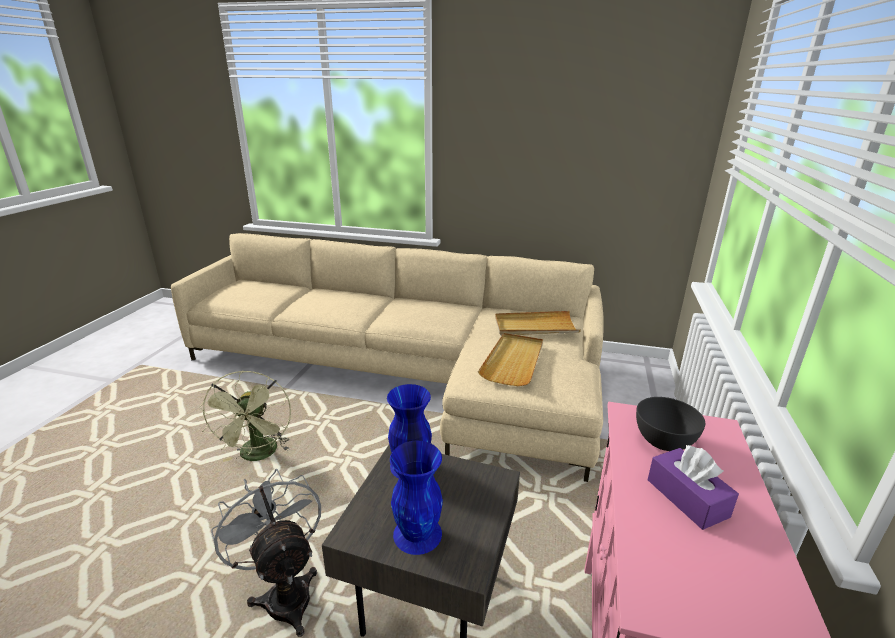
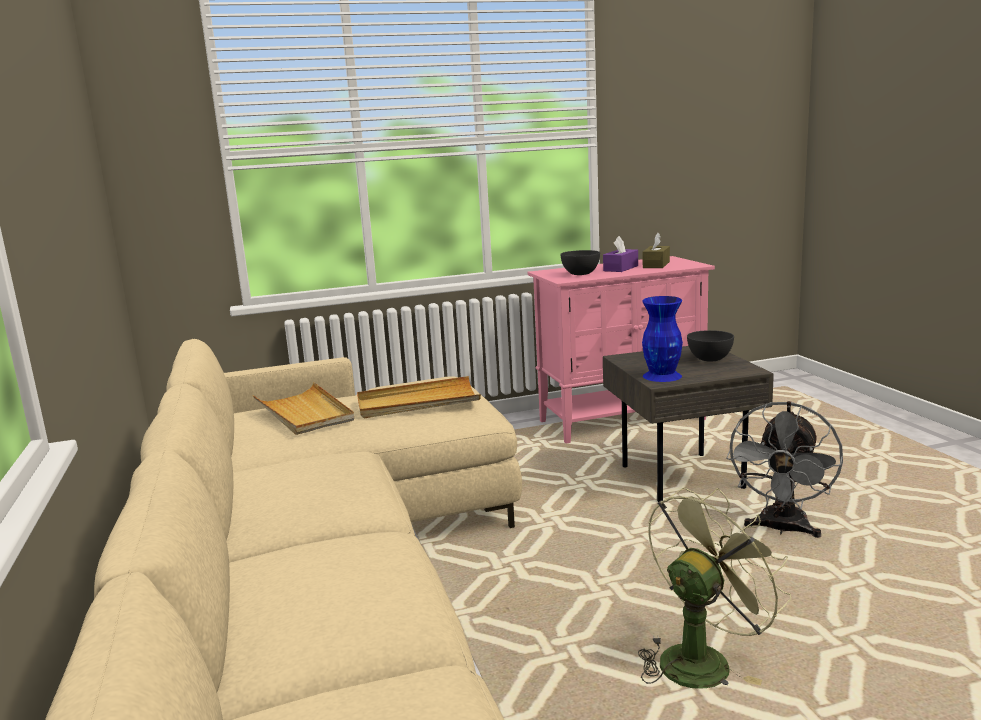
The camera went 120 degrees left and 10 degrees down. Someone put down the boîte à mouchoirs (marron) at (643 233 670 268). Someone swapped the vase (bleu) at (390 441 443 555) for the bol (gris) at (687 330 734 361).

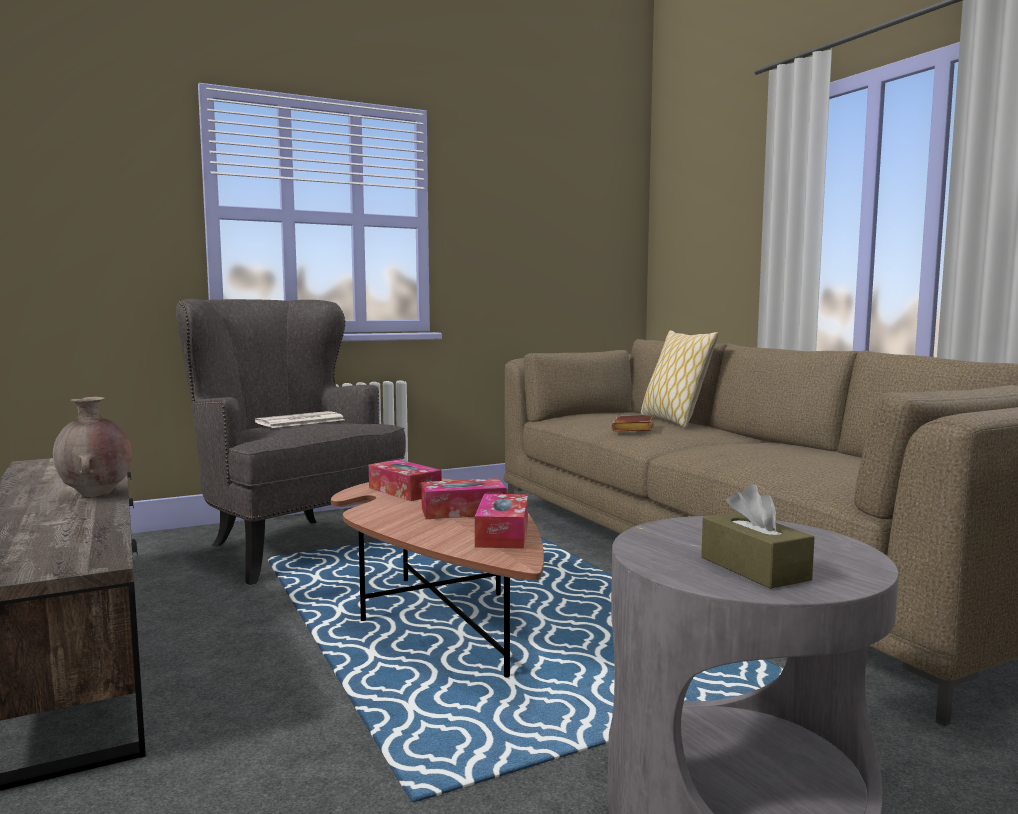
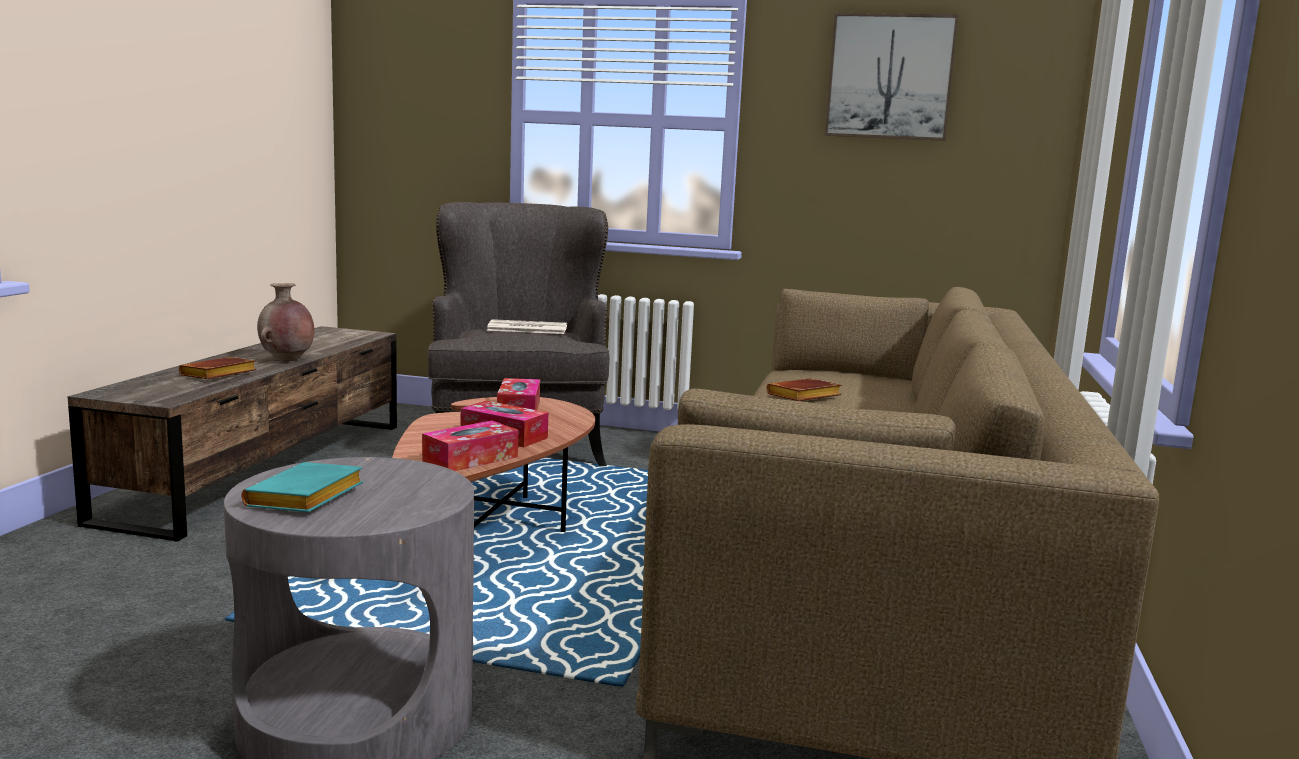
The camera went 40 degrees right and 5 degrees up. Someone put down the livre (marron) at (179 357 257 379). Someone swapped the boîte à mouchoirs (marron) at (701 484 814 589) for the livre (turquoise) at (242 462 363 512). Someone put up the tableau at (825 13 959 141). Someone took away the coussin at (641 330 719 428).

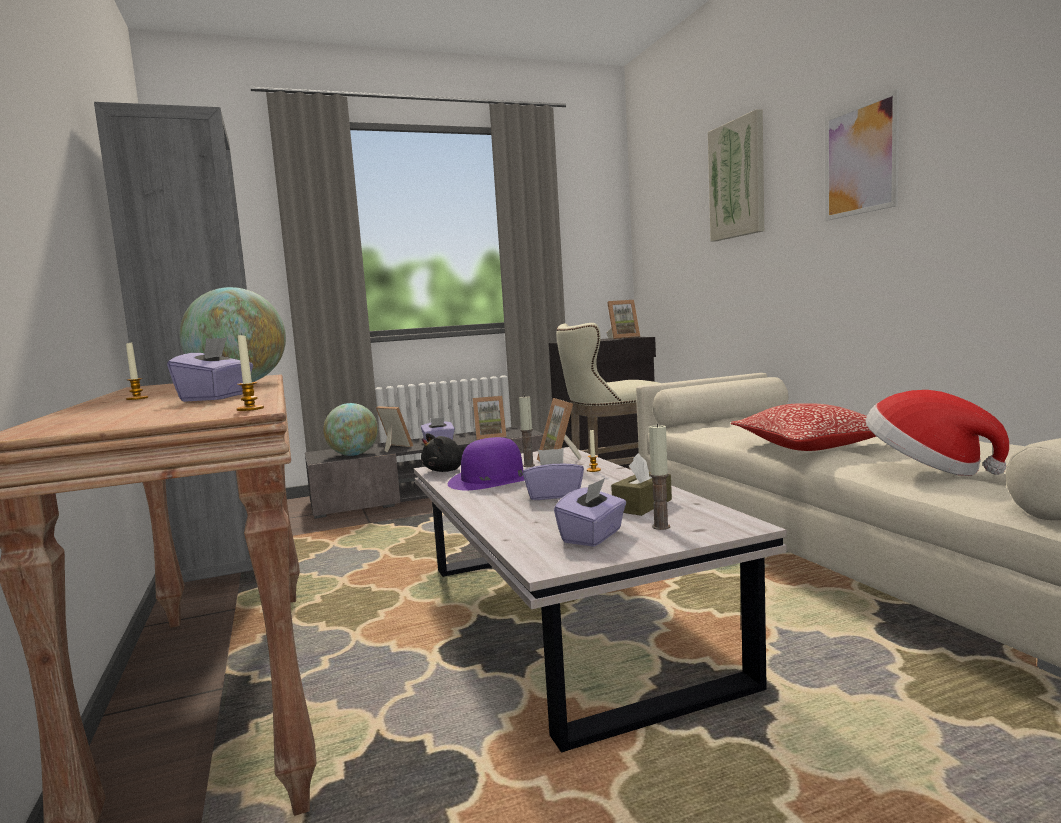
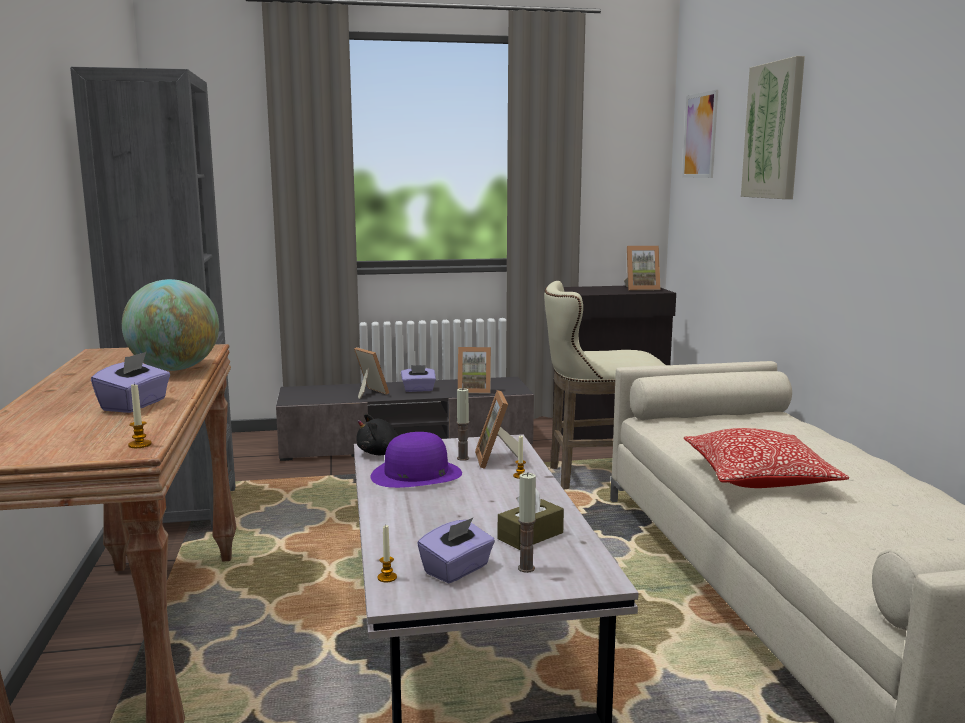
The camera went 10 degrees right and 5 degrees up. Someone carried the bougie from (126 343 148 400) to (377 524 397 582). Someone carried the tableau from (825 89 899 221) to (682 90 718 178). Someone took away the globe at (323 403 378 456). Someone took away the boîte à mouchoirs (violet) at (523 448 584 500). Someone took away the chapeau at (866 390 1009 476).

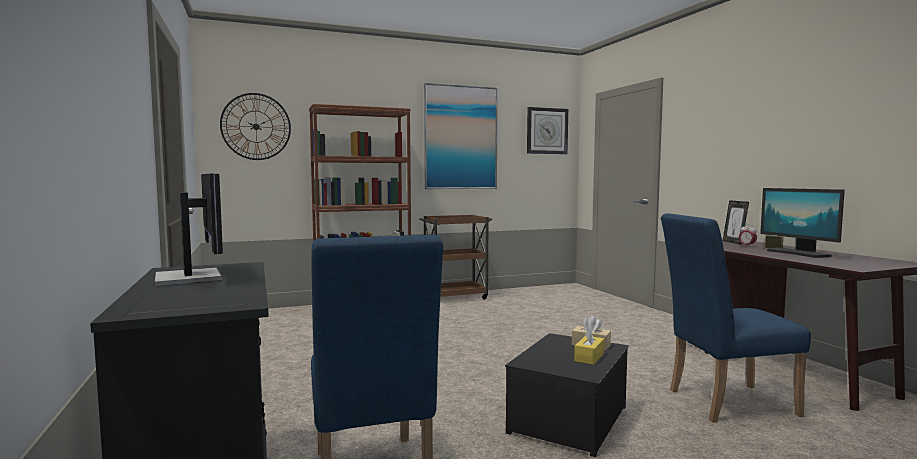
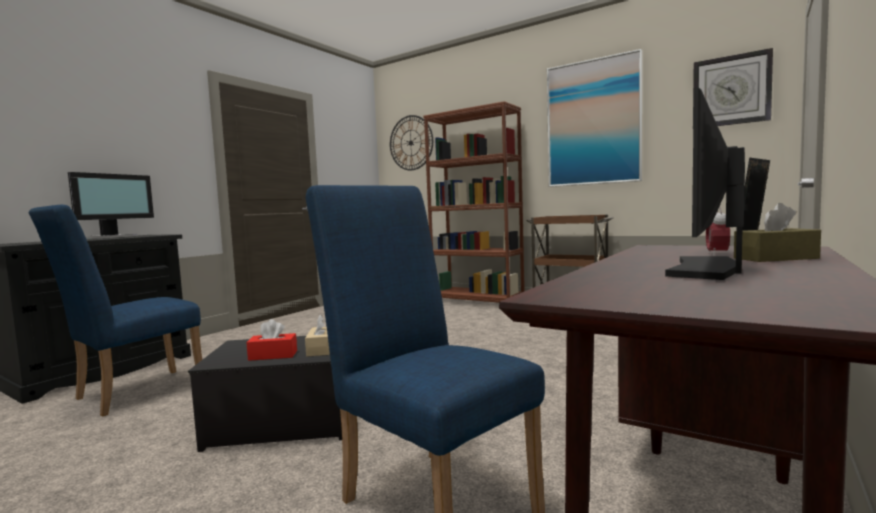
The camera went 55 degrees right and 0 degrees up. Someone repainted the boîte à mouchoirs (jaune) at (574 326 605 365), which became the boîte à mouchoirs (rouge) at (246 319 297 361).

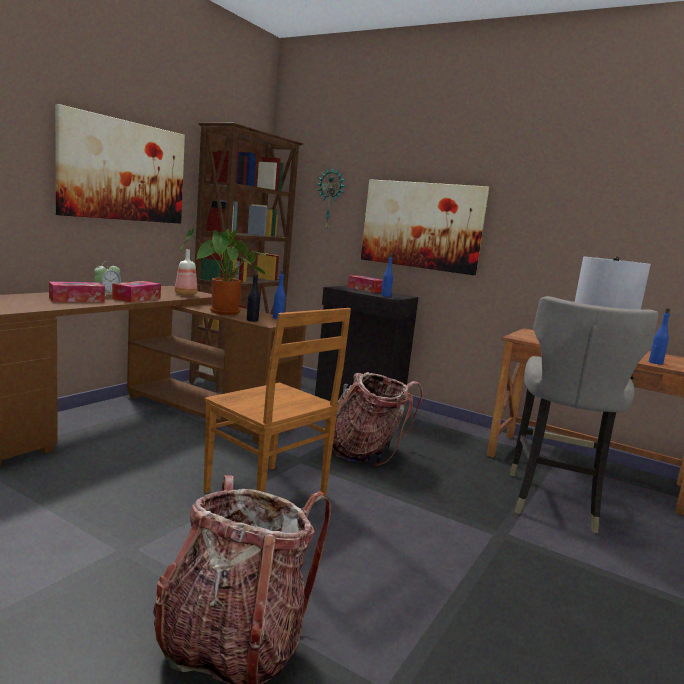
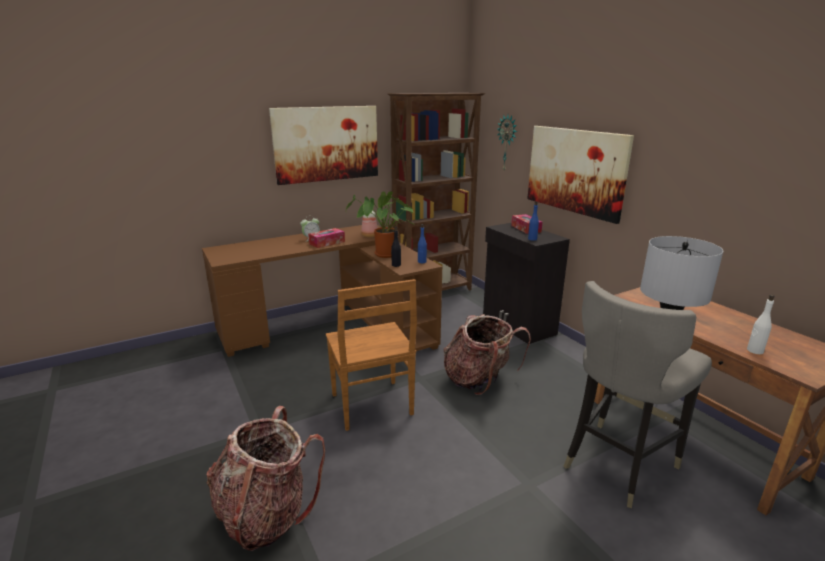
The camera went 30 degrees right and 10 degrees up. Someone repainted the bouteille (bleu) at (649 308 670 365), which became the bouteille (blanc) at (747 295 775 354). Someone took away the boîte à mouchoirs at (49 282 105 302).

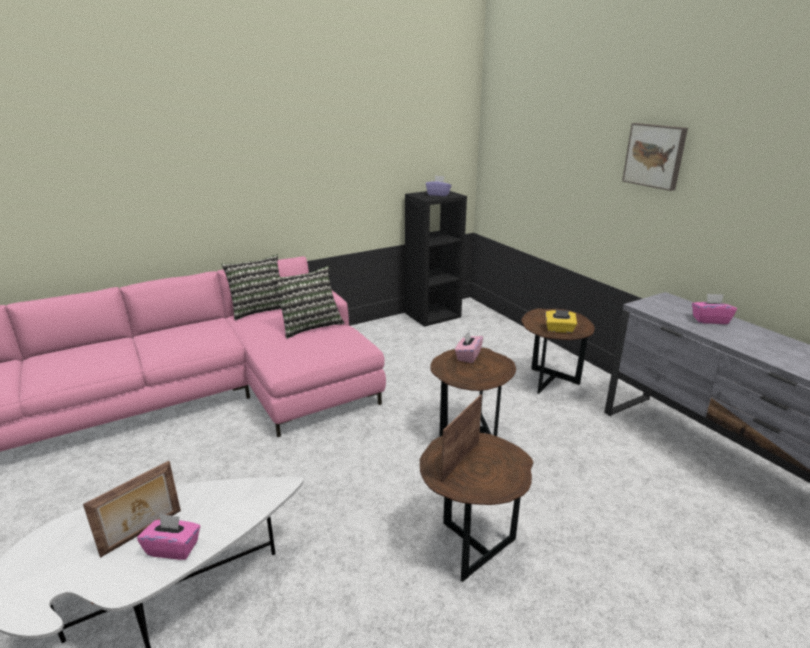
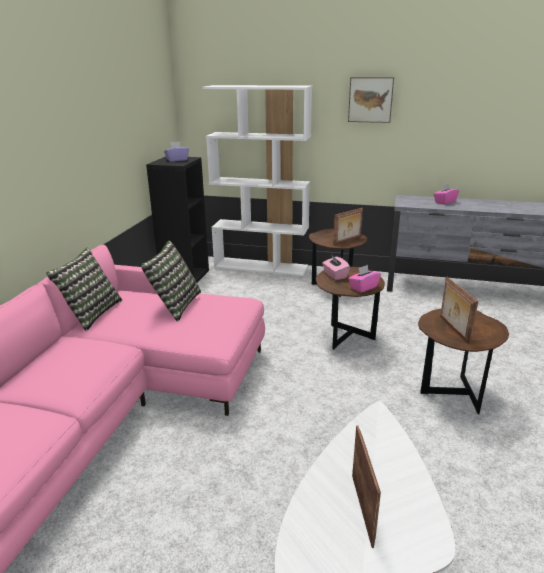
The camera went 45 degrees left and 0 degrees up. Someone put down the bibliothèque (blanc) at (203 85 312 276). Someone swapped the boîte à mouchoirs (jaune) at (545 310 577 333) for the cadre photo at (333 208 363 245). Someone carried the boîte à mouchoirs (rose) from (137 514 200 560) to (348 265 381 293).

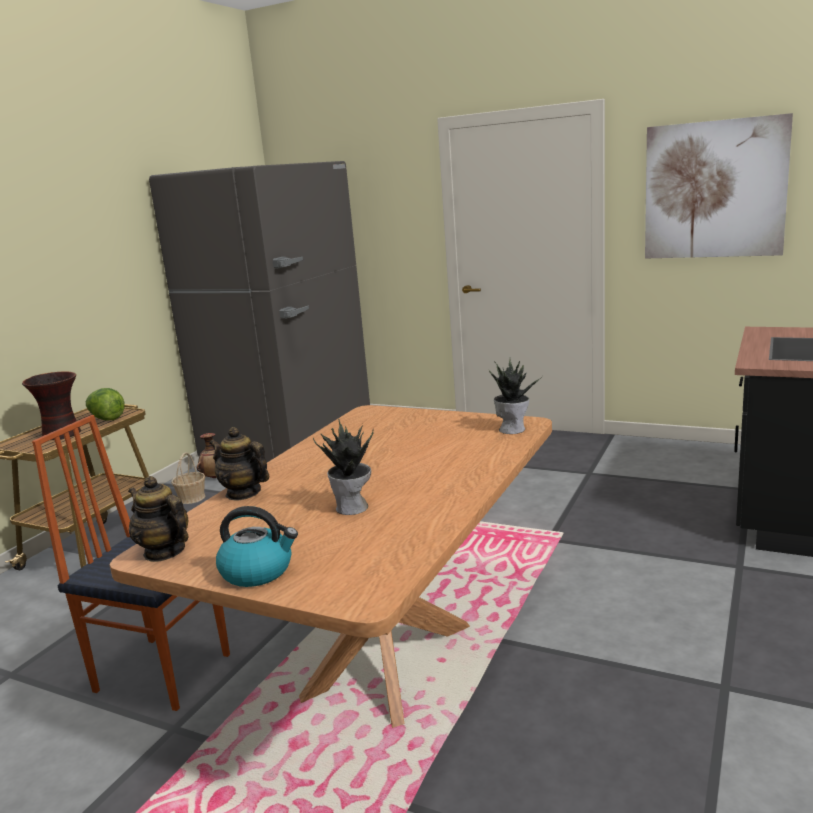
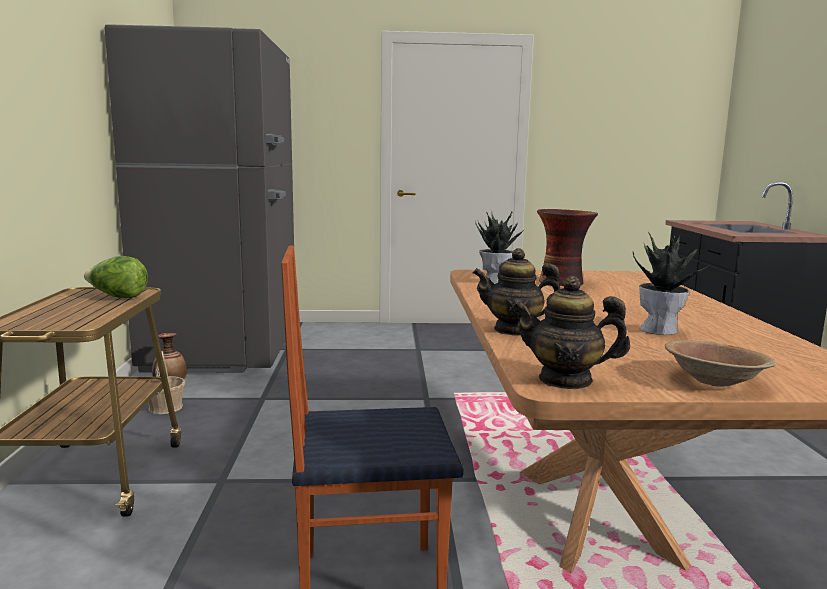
The camera went 30 degrees left and 5 degrees down. Someone carried the plante en pot from (489 360 543 434) to (475 211 525 284). Someone carried the vase from (22 371 81 440) to (537 209 598 286). Someone swapped the bouilloire at (216 506 298 587) for the bol (marron) at (665 341 776 387). Someone took away the tableau at (645 113 793 258).

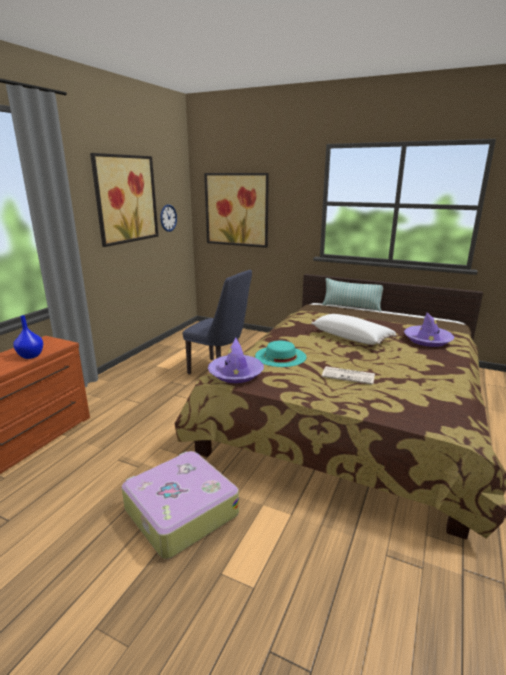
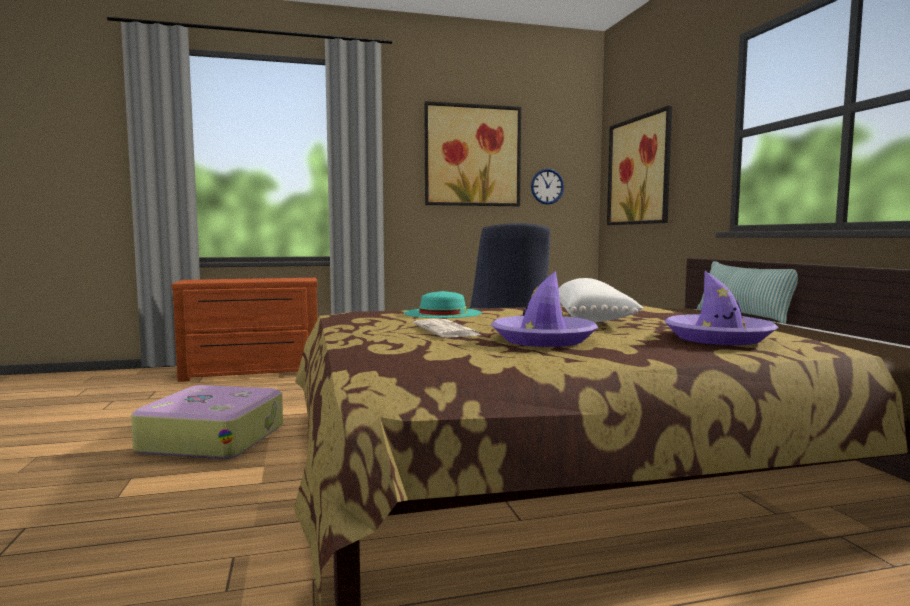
The camera went 50 degrees right and 15 degrees down. Someone carried the chapeau (violet) from (208 338 264 383) to (491 271 598 347). Someone took away the vase (bleu) at (14 315 43 359).

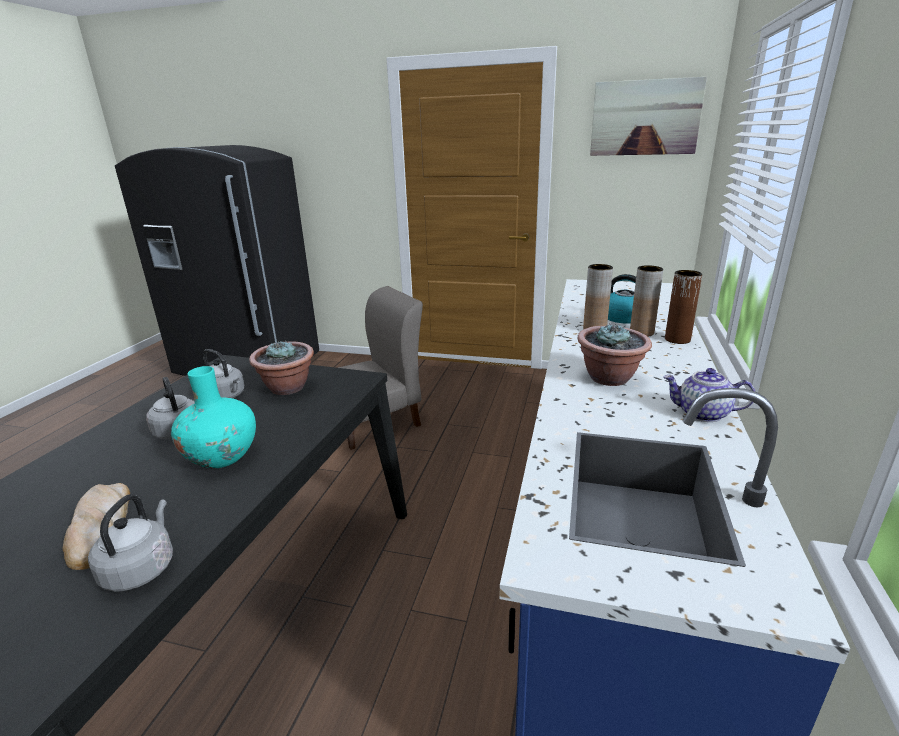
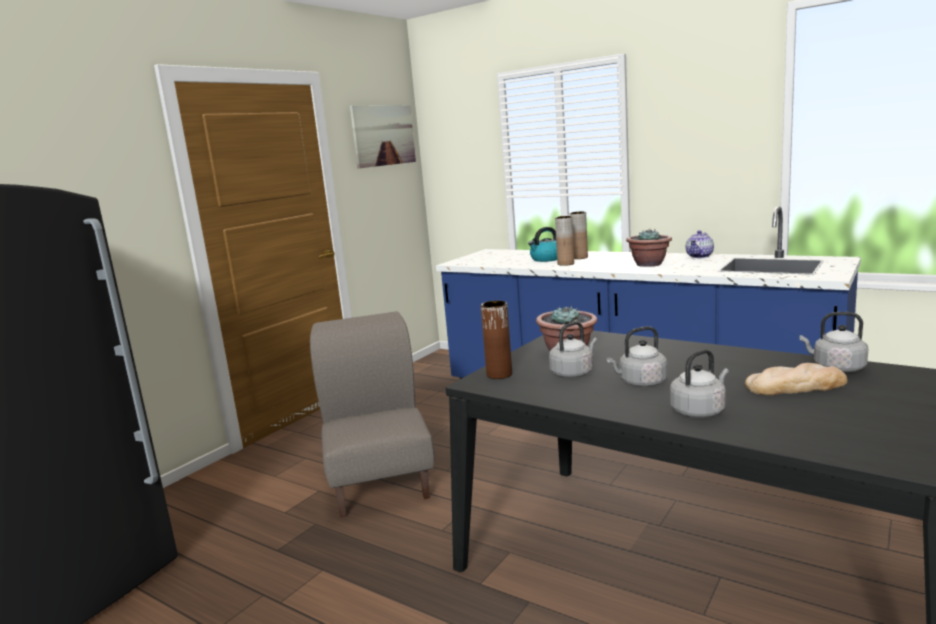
The camera went 70 degrees left and 10 degrees down. Someone carried the vase (marron) from (665 270 702 344) to (481 301 512 379). Someone put down the bouilloire (gris) at (670 349 729 418). Someone took away the vase (turquoise) at (171 366 256 469).

